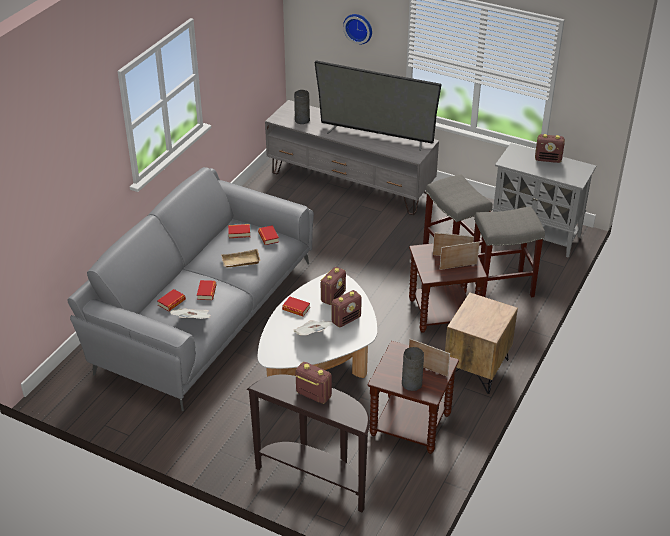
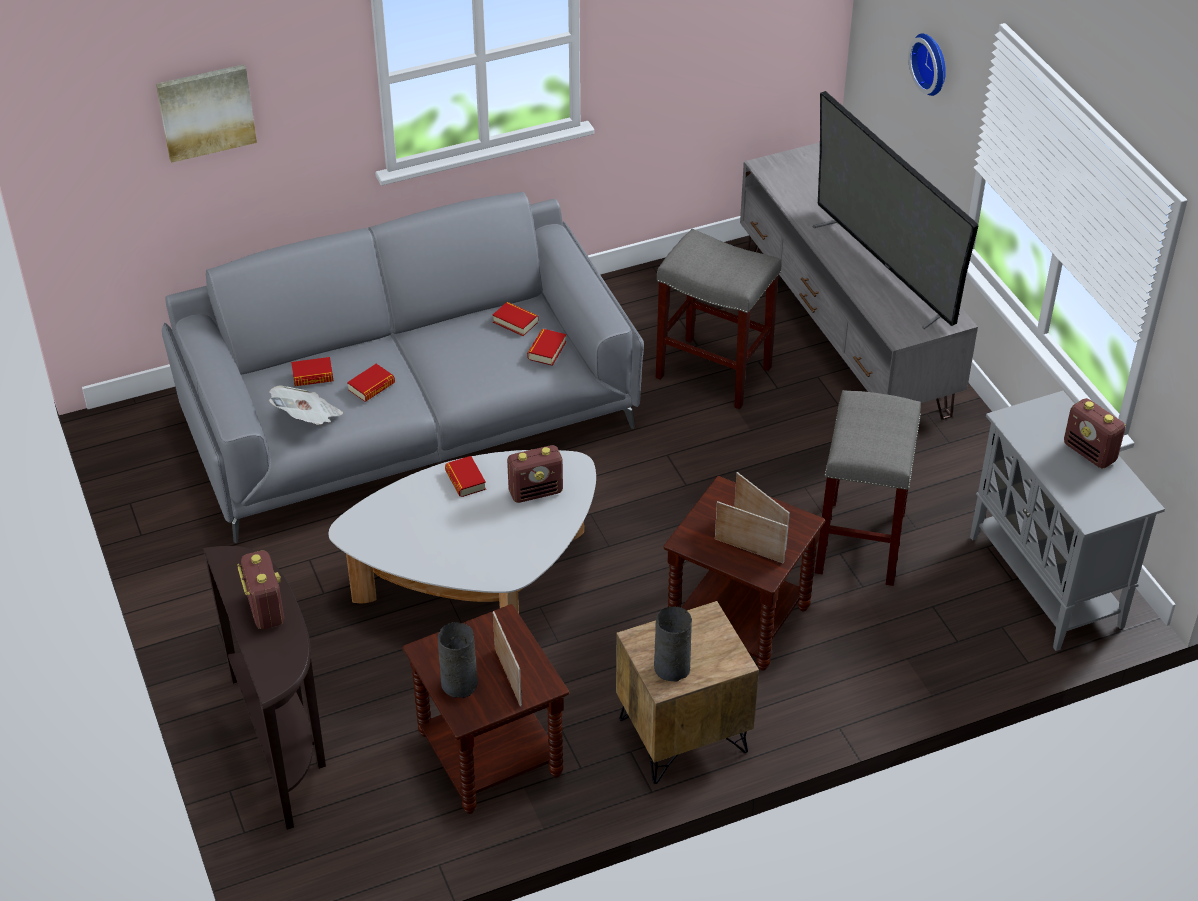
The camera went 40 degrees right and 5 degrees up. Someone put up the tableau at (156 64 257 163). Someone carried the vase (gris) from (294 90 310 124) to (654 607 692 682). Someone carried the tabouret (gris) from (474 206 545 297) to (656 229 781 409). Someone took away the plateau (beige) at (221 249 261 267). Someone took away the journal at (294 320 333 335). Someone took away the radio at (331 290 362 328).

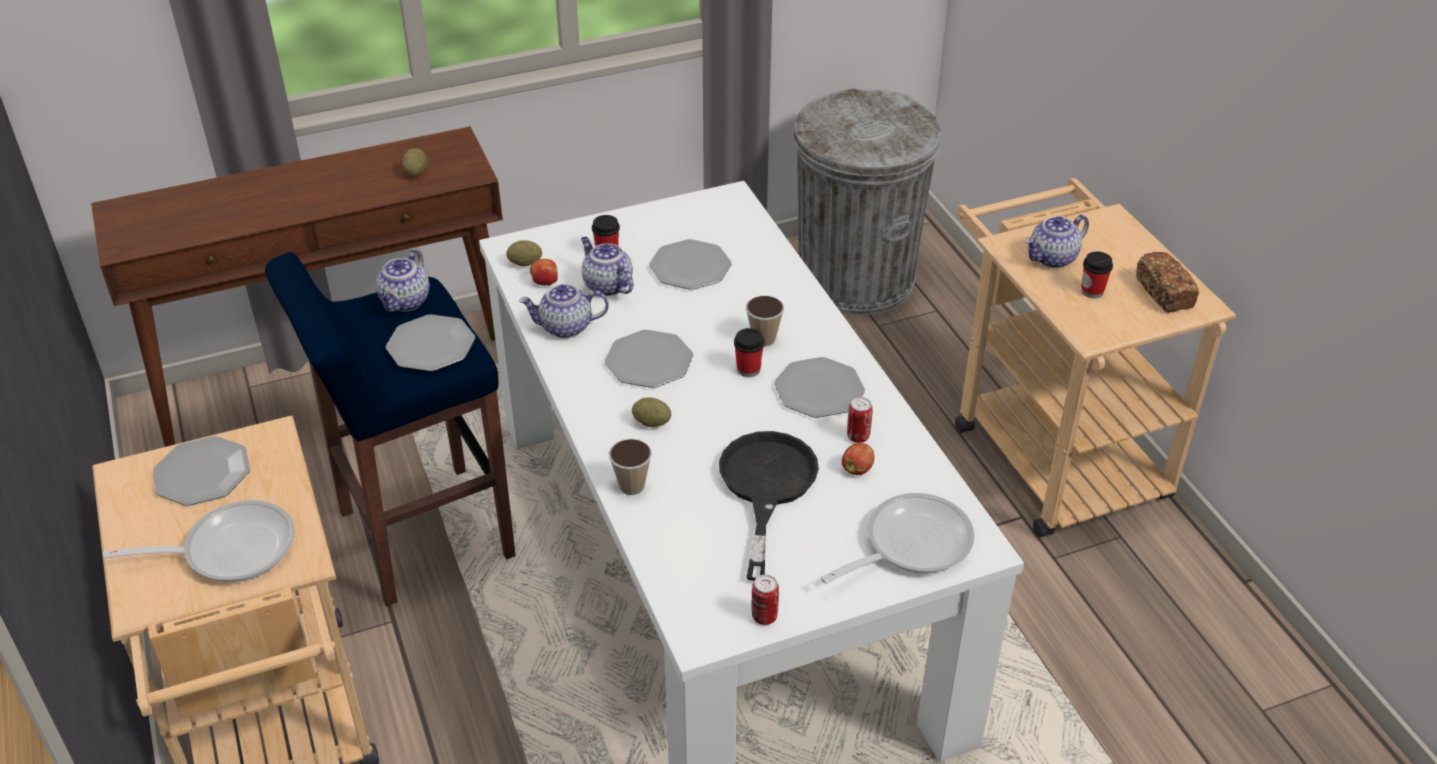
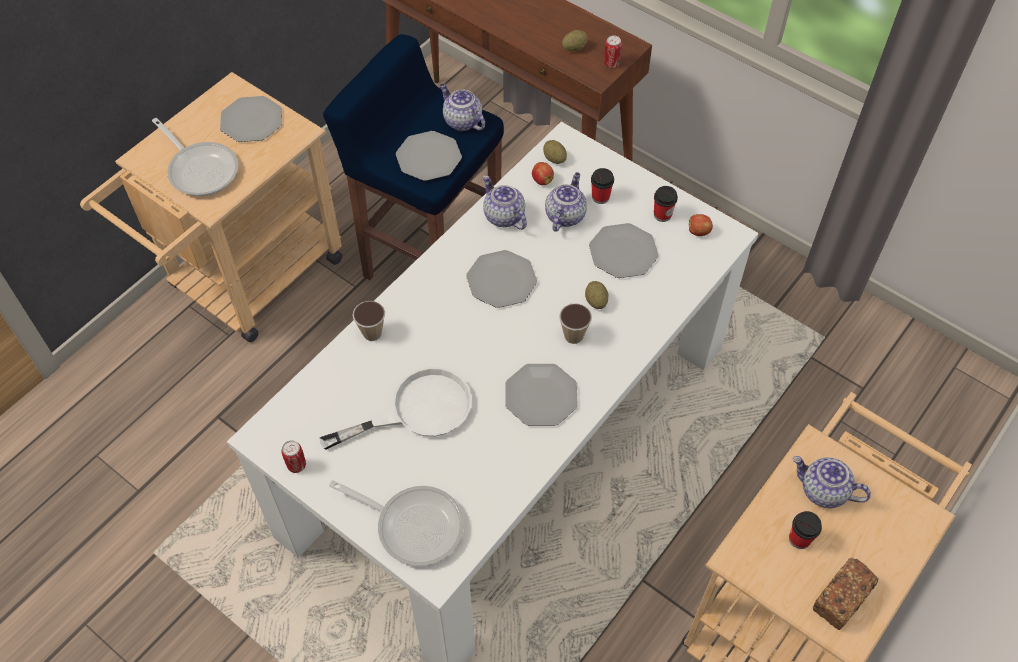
The camera went 60 degrees right and 15 degrees up. Someone repainted the poêle (noir) at (719 431 819 581), which became the poêle (blanc) at (319 367 472 450). Someone rotated the théière at (376 249 429 312) by 60 degrees clockwise. Someone carried the pomme de terre from (632 397 671 427) to (585 281 608 309). Someone carried the boîte métallique from (847 397 873 443) to (604 35 622 68). Someone carried the tasse from (734 328 765 377) to (654 186 678 222). Someone carried the pomme from (842 443 874 475) to (689 214 713 236). Someone took away the poubelle (gris) at (793 88 942 316).

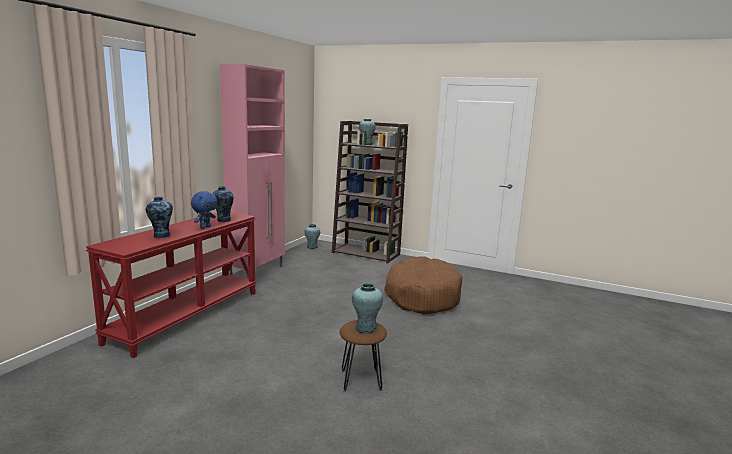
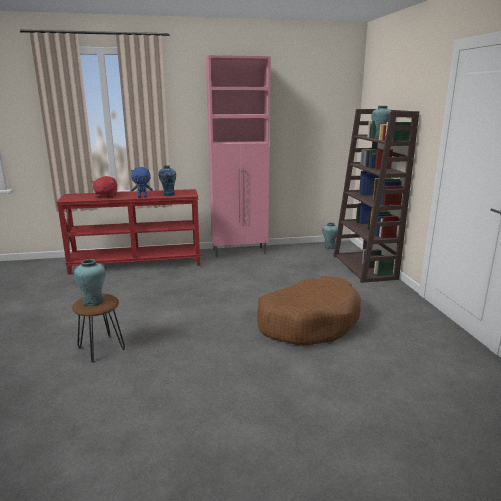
The camera went 55 degrees right and 5 degrees up. Someone swapped the vase at (146 197 173 238) for the peluche (rouge) at (91 176 117 198).

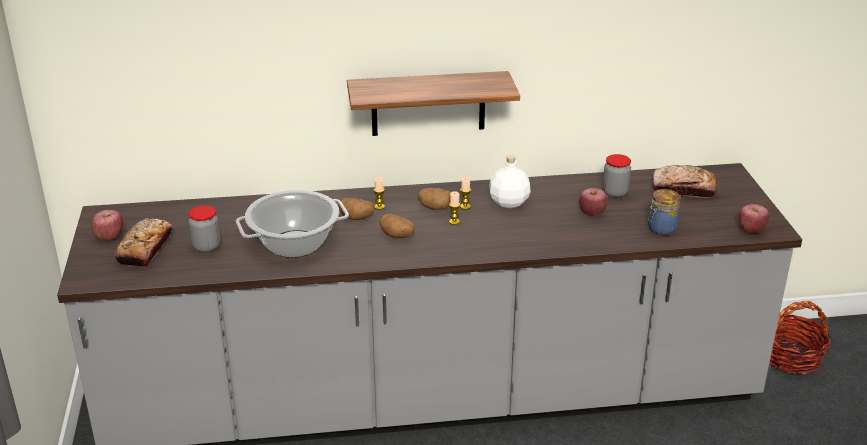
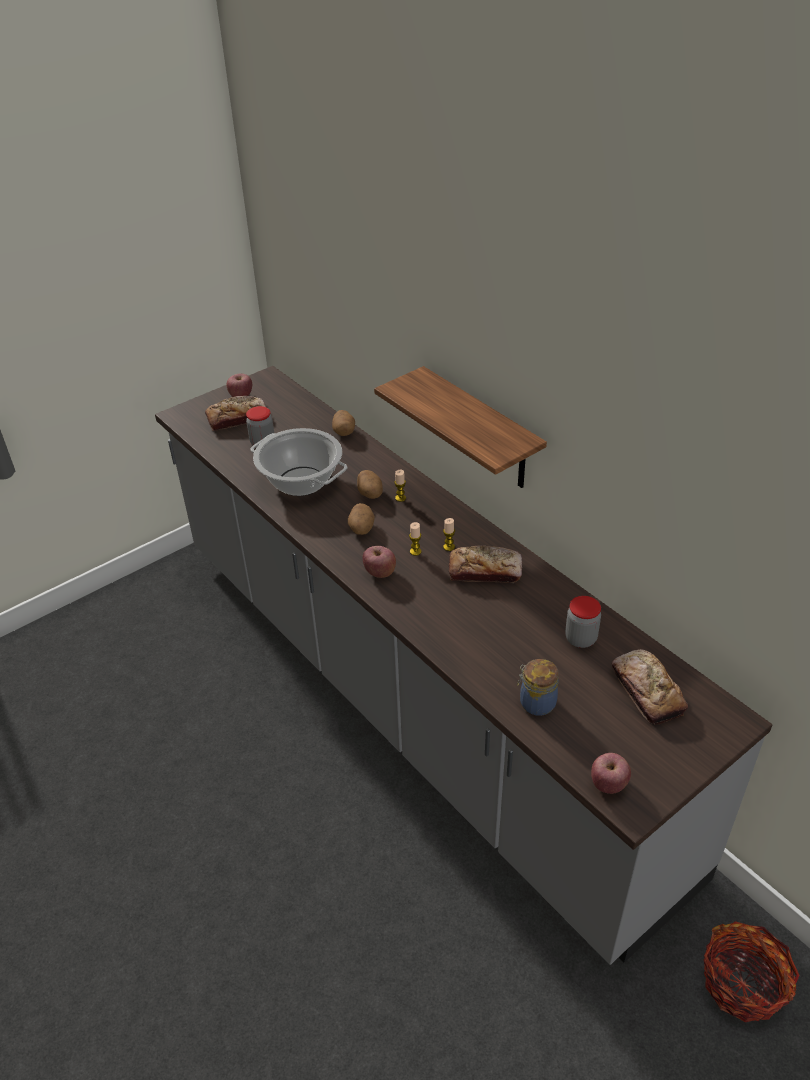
The camera went 60 degrees right and 10 degrees up. Someone carried the pomme de terre from (418 188 451 210) to (332 410 355 436). Someone carried the pomme from (579 188 608 216) to (362 546 396 578). Someone swapped the bouteille (blanc) at (489 155 531 208) for the pain at (449 546 522 583).

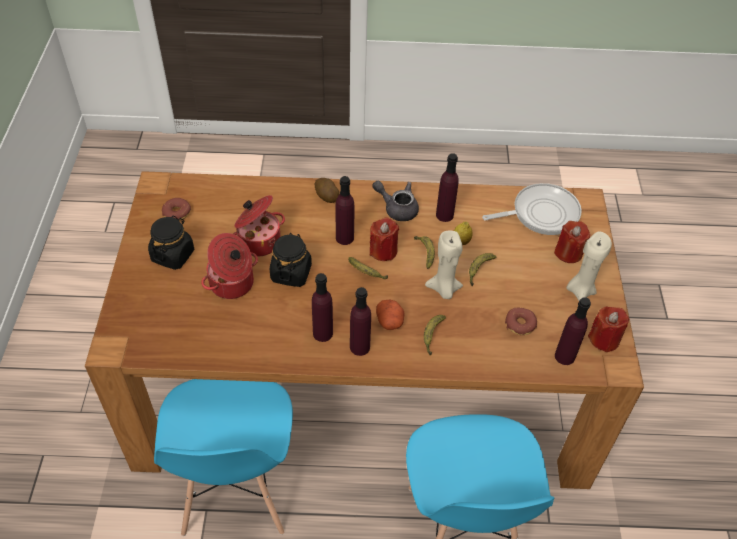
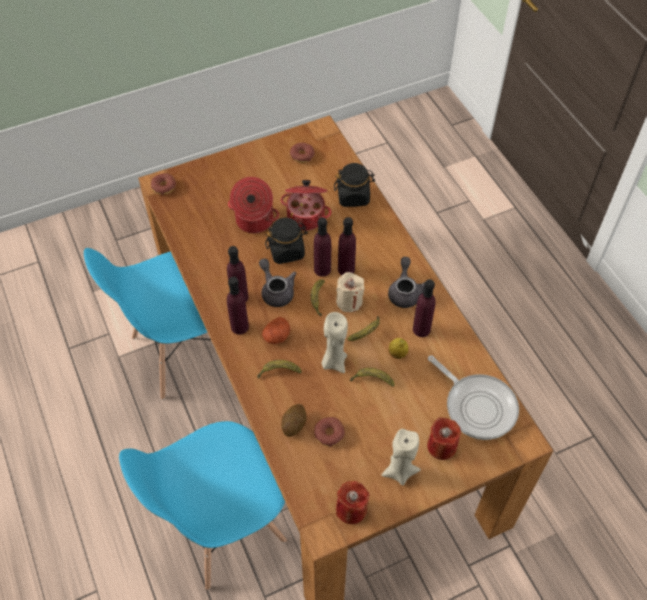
The camera went 65 degrees right and 5 degrees up. Someone put down the beignet at (151 173 176 195). Someone put down the théière (gris) at (259 258 296 307). Someone carried the pomme de terre from (314 178 340 203) to (282 404 307 436). Someone carried the bouteille (violet) from (555 297 591 365) to (314 217 331 277). Someone carried the bocal (noir) from (148 215 194 270) to (334 163 375 207). Someone repainted the bougie (rouge) at (370 217 399 261), which became the bougie (beige) at (336 272 365 312).

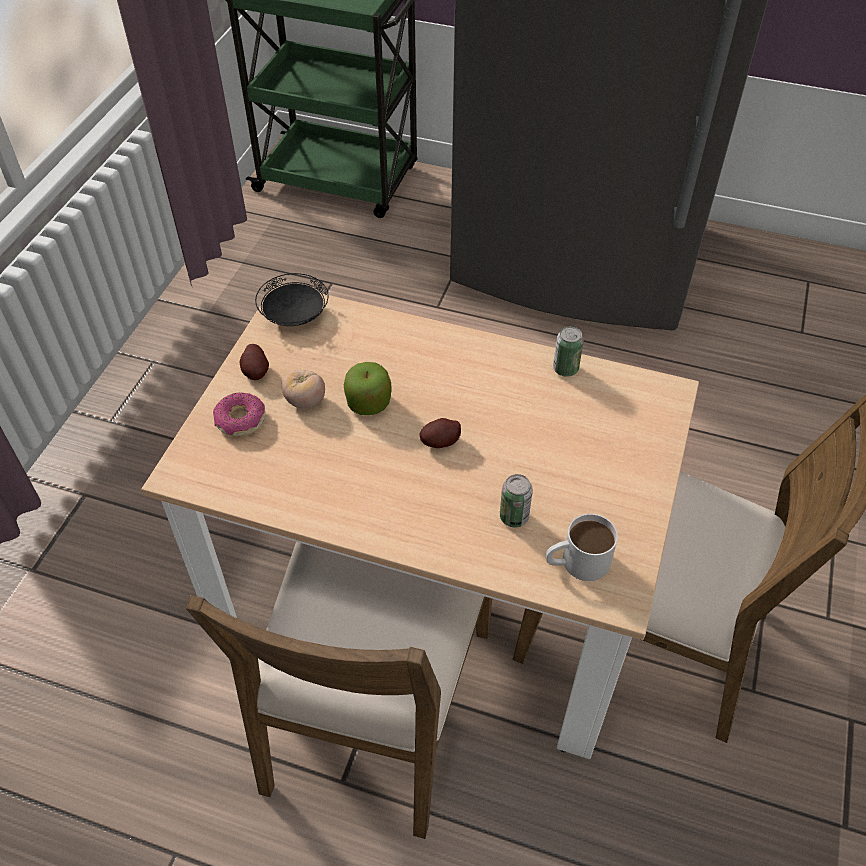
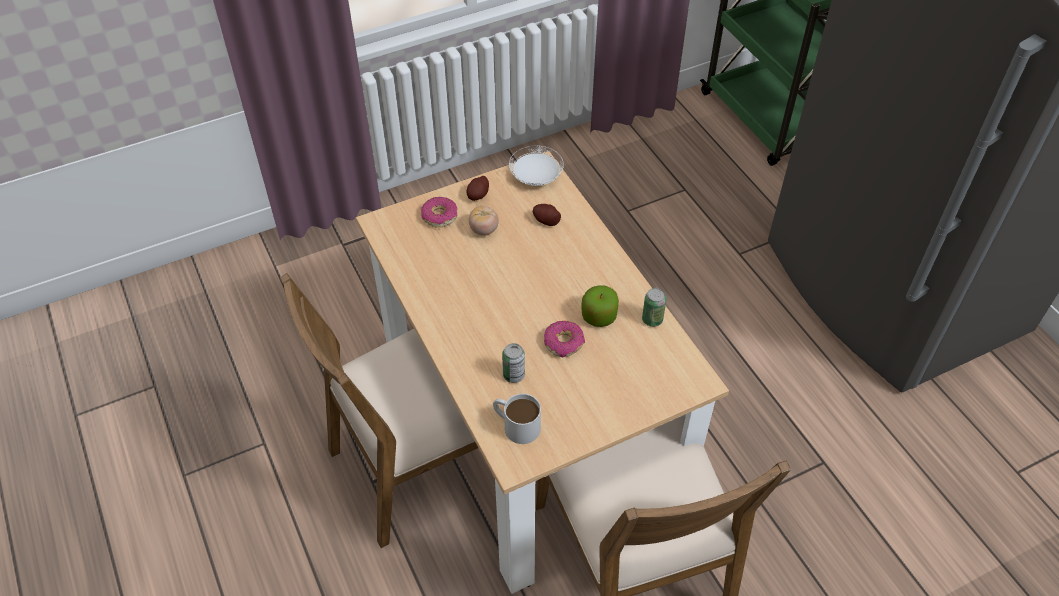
The camera went 45 degrees right and 0 degrees up. Someone repainted the assiette (noir) at (255 273 328 326), which became the assiette (blanc) at (509 146 564 186). Someone carried the pomme de terre from (419 418 461 448) to (533 204 561 226). Someone put down the beignet at (544 321 585 357). Someone carried the pomme from (344 362 391 415) to (581 285 619 327).

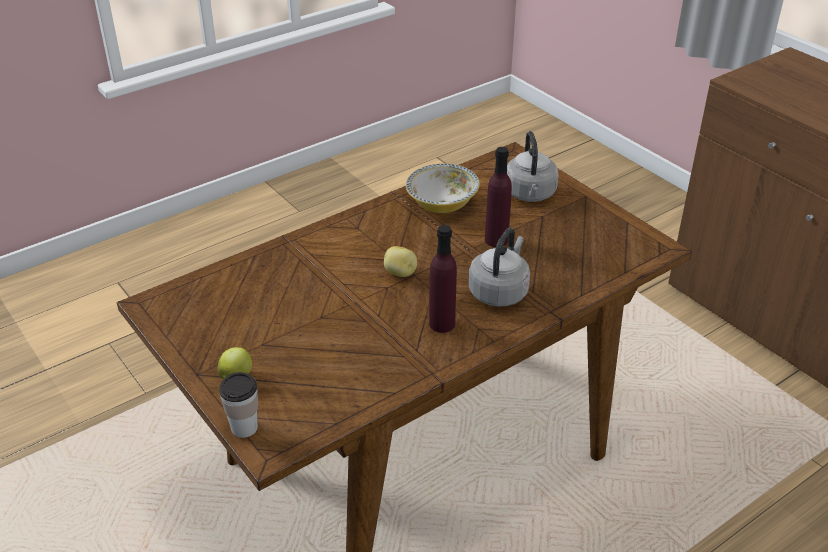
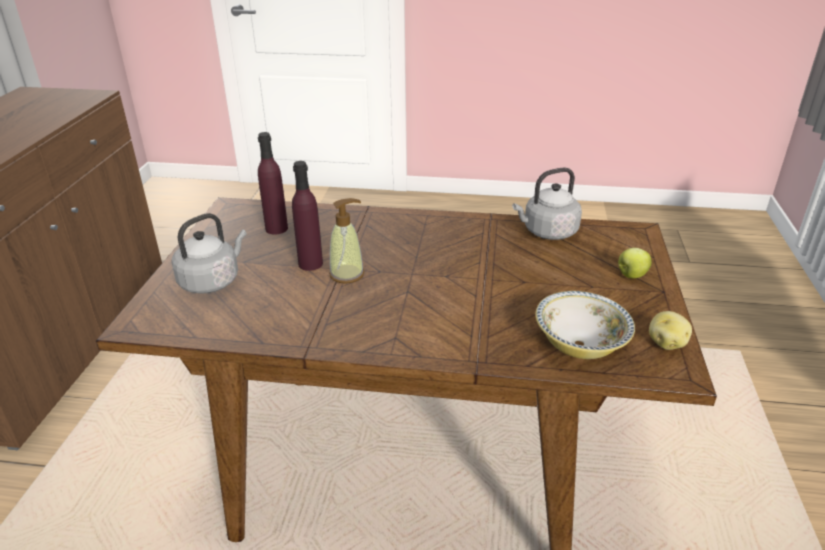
The camera went 135 degrees left and 5 degrees down. Someone carried the bouteille (violet) from (429 225 457 333) to (258 132 288 234). Someone put down the distributeur de savon at (329 198 364 284). Someone carried the bouilloire (gris) from (468 228 530 307) to (512 168 582 240). Someone carried the bol from (406 163 480 213) to (535 291 635 359). Someone carried the pomme de terre from (384 246 417 277) to (649 311 692 350). Someone took away the tasse at (219 372 258 438).

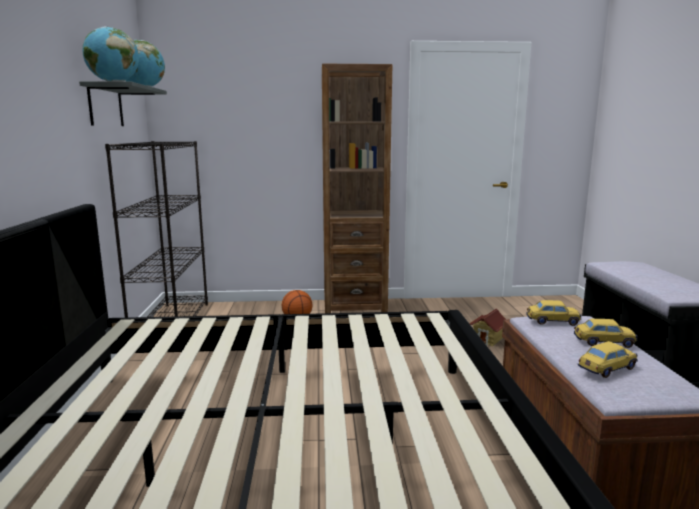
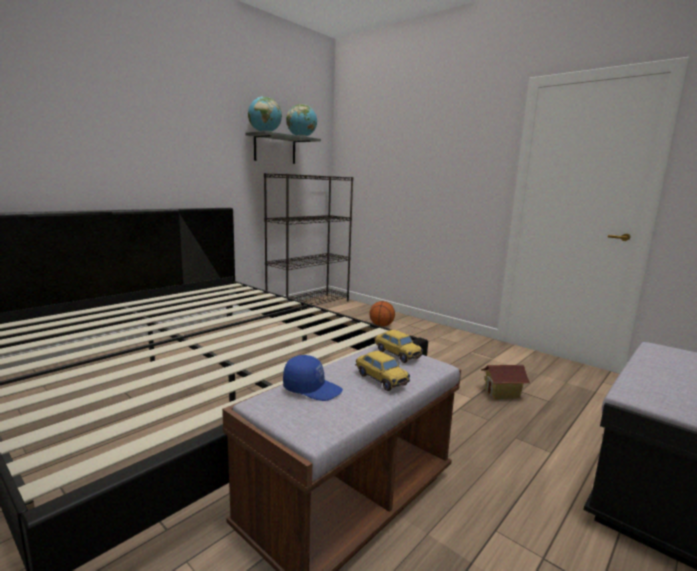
The camera went 45 degrees right and 0 degrees up. Someone swapped the petite voiture at (578 341 638 378) for the casquette (bleu) at (283 355 343 401). Someone took away the bibliothèque (marron) at (322 64 392 313).

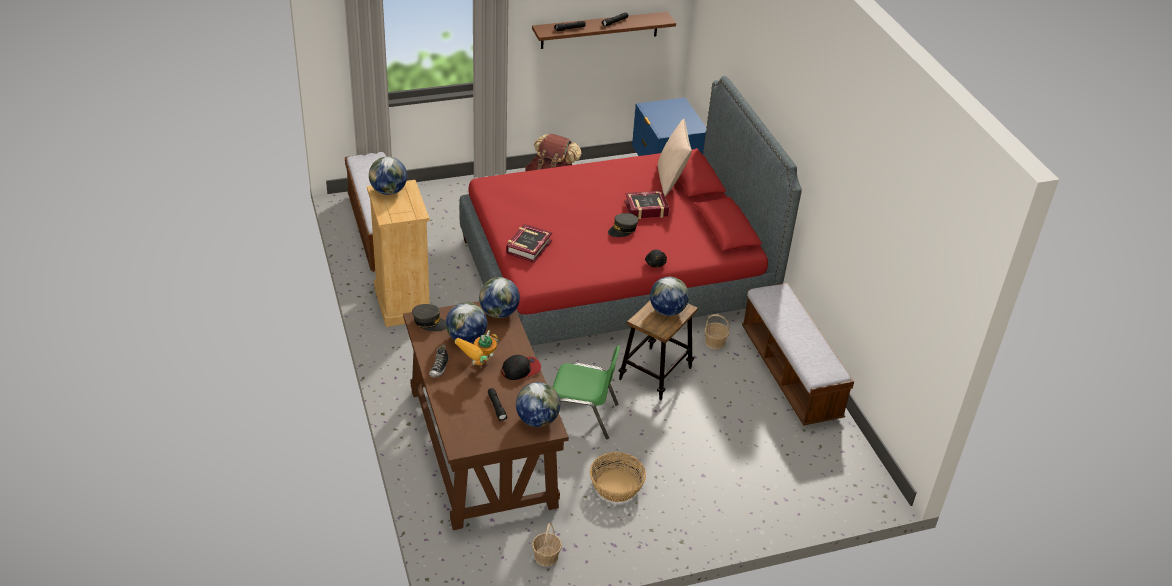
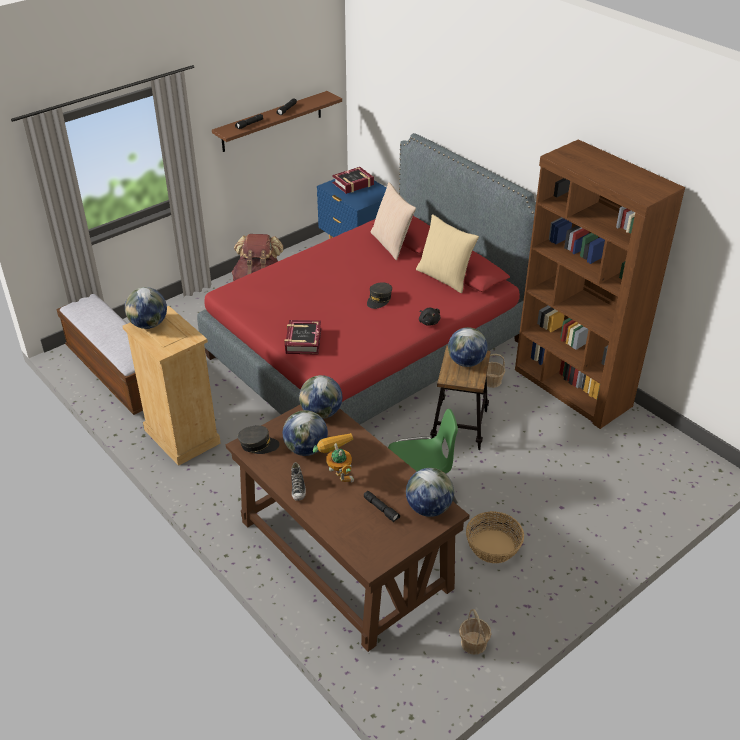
The camera went 20 degrees left and 0 degrees up. Someone rotated the robot jouet at (455 330 499 365) by 135 degrees clockwise. Someone carried the livre from (625 191 669 219) to (332 167 374 194). Someone put down the coussin (beige) at (416 214 479 293). Someone swapped the banc at (742 283 854 425) for the bibliothèque (marron) at (515 139 685 429). Someone took away the casquette at (501 355 541 380).

